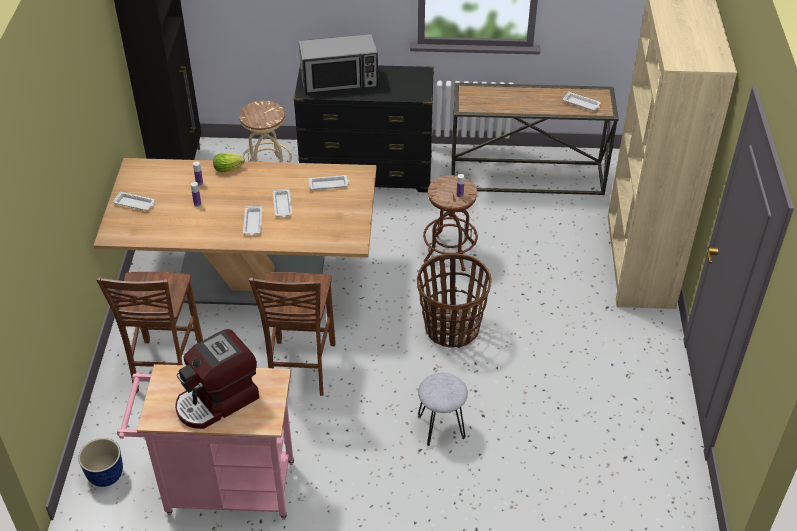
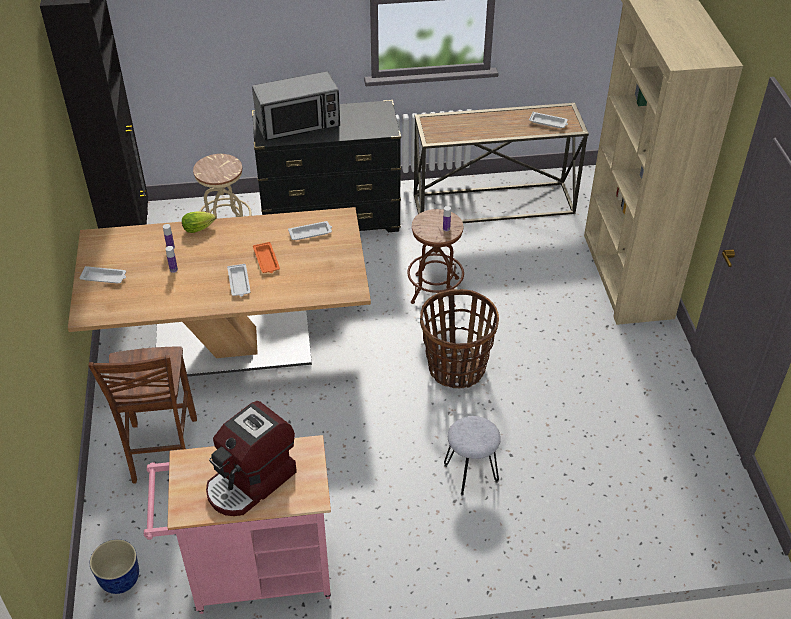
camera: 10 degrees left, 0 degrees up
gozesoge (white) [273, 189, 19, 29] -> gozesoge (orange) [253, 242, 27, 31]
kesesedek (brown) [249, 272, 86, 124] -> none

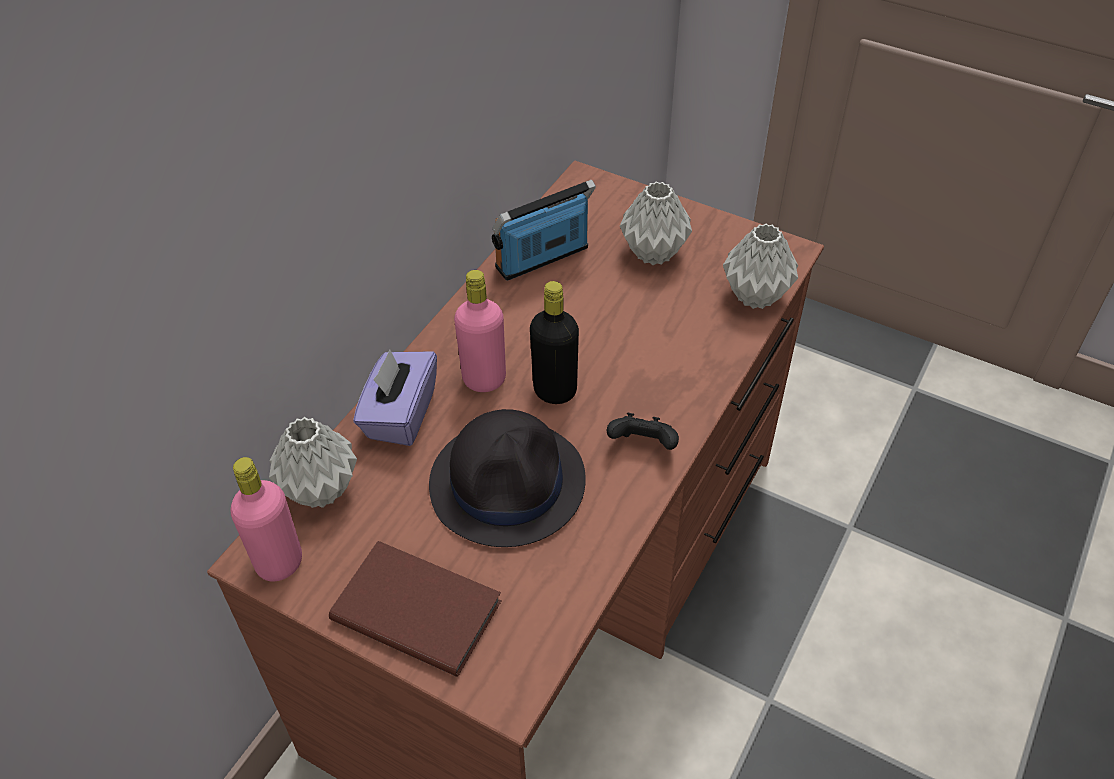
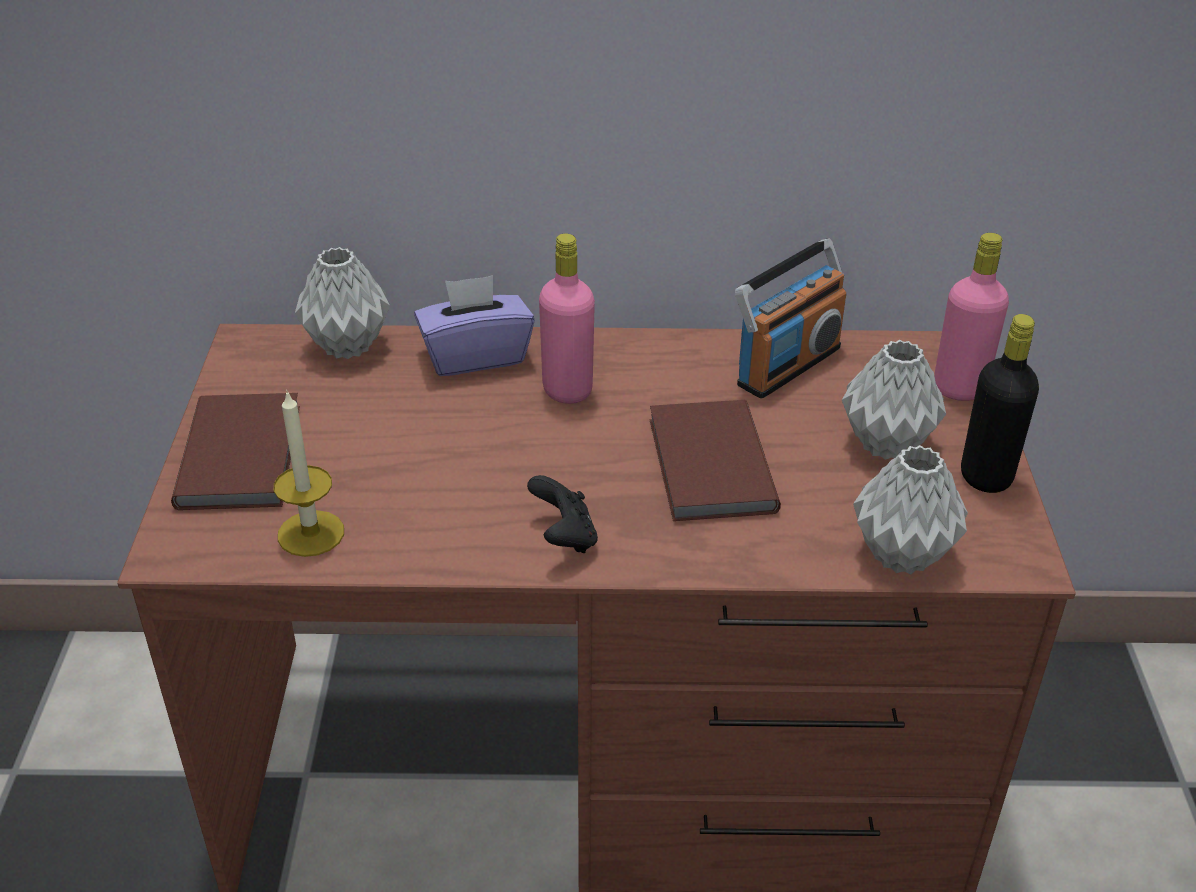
camera: 60 degrees right, 10 degrees down
none -> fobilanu [274, 390, 70, 167]
none -> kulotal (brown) [649, 400, 132, 121]
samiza [492, 180, 104, 101] -> samiza [735, 238, 111, 161], 105 degrees clockwise
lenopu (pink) [231, 457, 71, 125] -> lenopu (pink) [934, 233, 75, 168], moved
lenopu (black) [530, 281, 49, 123] -> lenopu (black) [961, 314, 78, 179], moved
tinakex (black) [429, 409, 157, 138] -> none

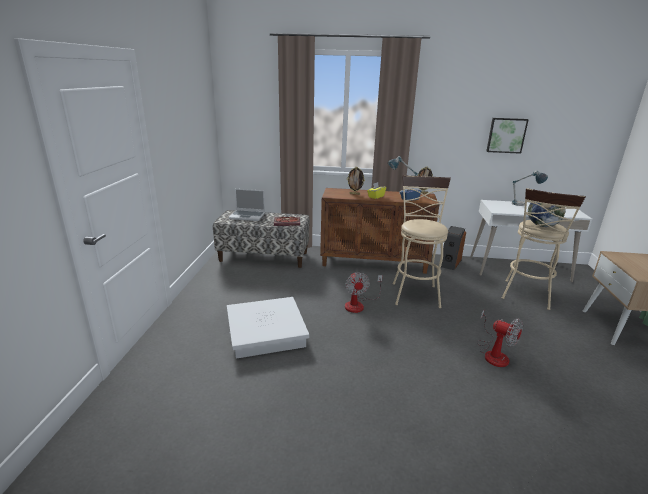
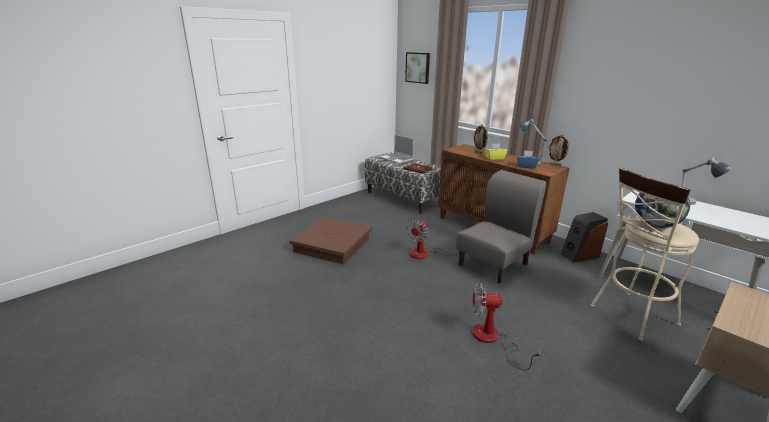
camera: 40 degrees right, 0 degrees up
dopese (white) [227, 297, 82, 62] -> dopese (brown) [290, 217, 82, 47]
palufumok [487, 118, 42, 36] -> palufumok [405, 52, 25, 32], moved
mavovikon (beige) [393, 175, 58, 133] -> kesesedek (grey) [456, 170, 90, 114]
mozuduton [477, 310, 46, 57] -> mozuduton [473, 283, 68, 87], 105 degrees clockwise

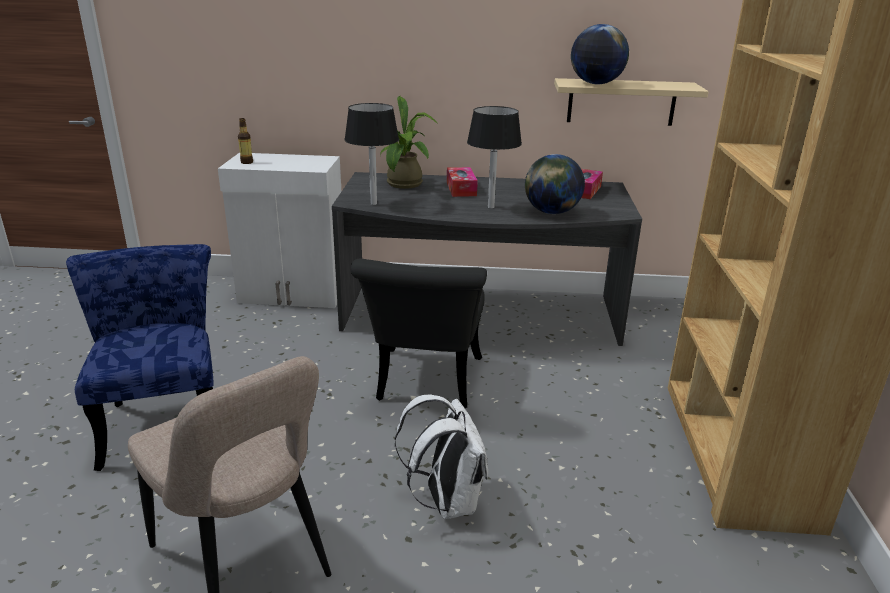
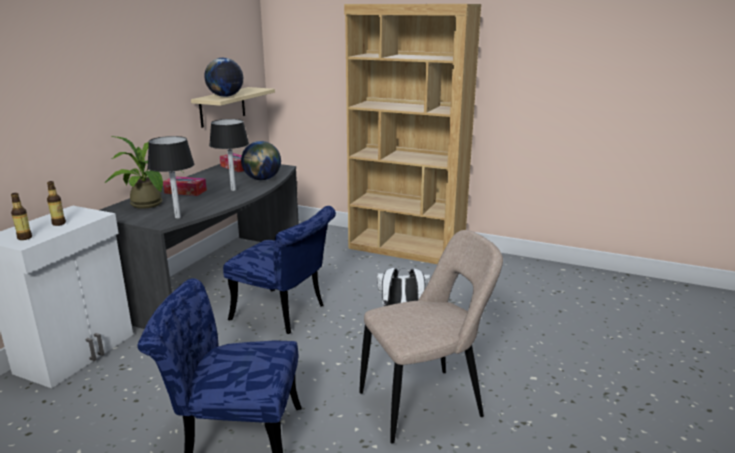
camera: 70 degrees left, 5 degrees down
none -> lenopu [47, 181, 19, 45]
kesesedek (black) [351, 259, 136, 149] -> kesesedek (blue) [223, 206, 113, 128]

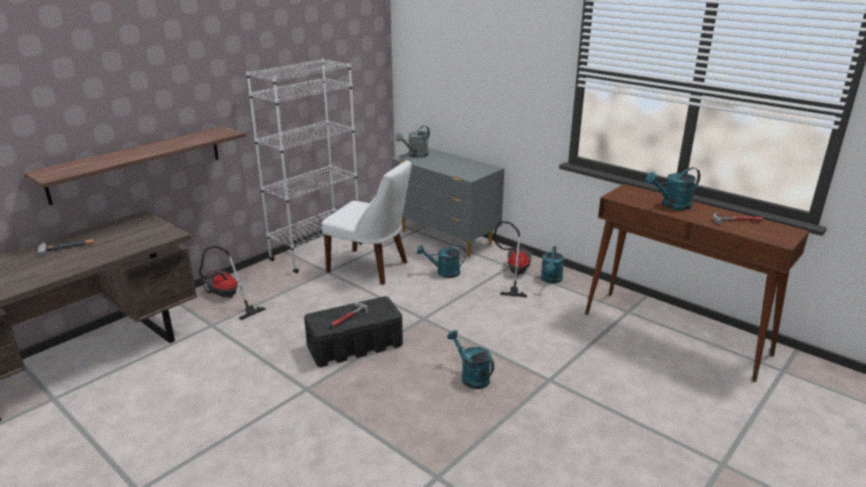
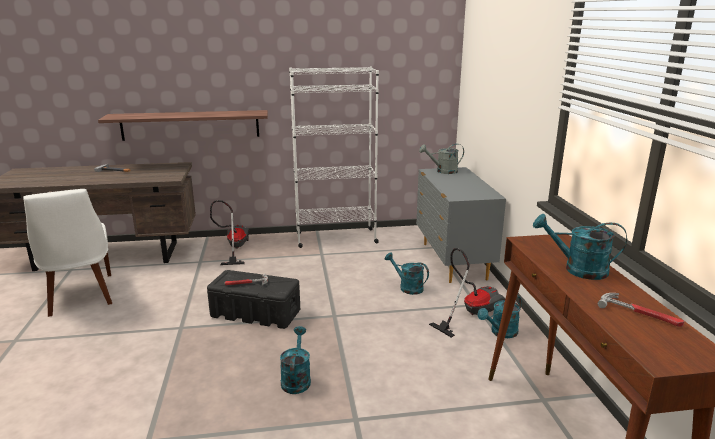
camera: 40 degrees right, 5 degrees down
kesesedek (white) [322, 160, 89, 125] -> kesesedek (white) [23, 189, 89, 128], moved

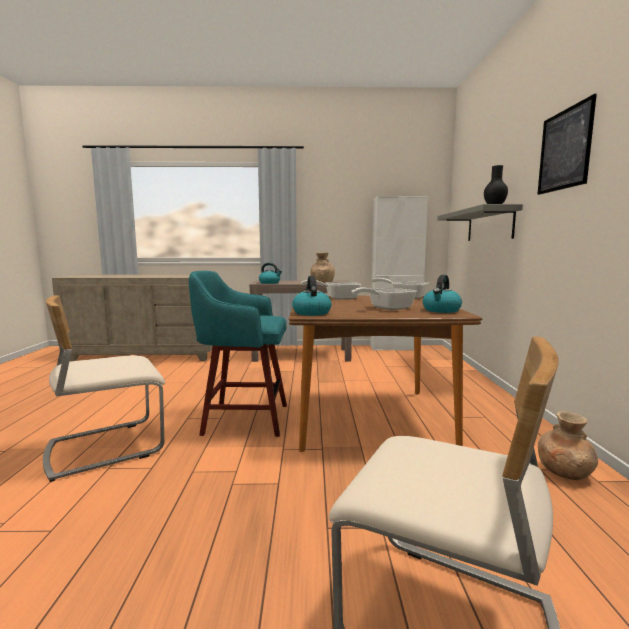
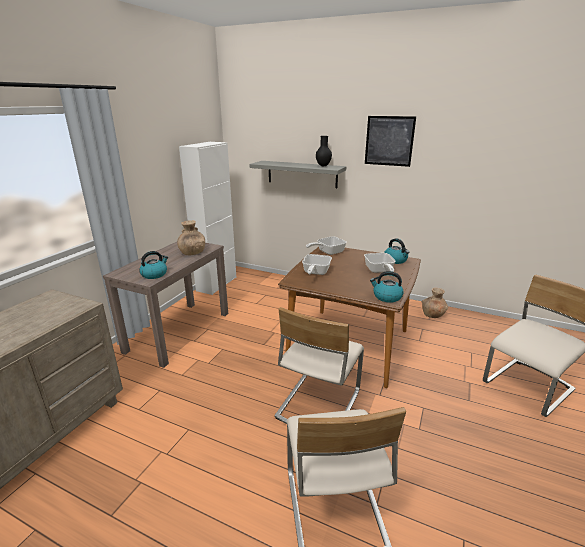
camera: 65 degrees left, 15 degrees up
mavovikon (turquoise) [189, 271, 98, 166] -> kesesedek (beige) [274, 307, 90, 117]

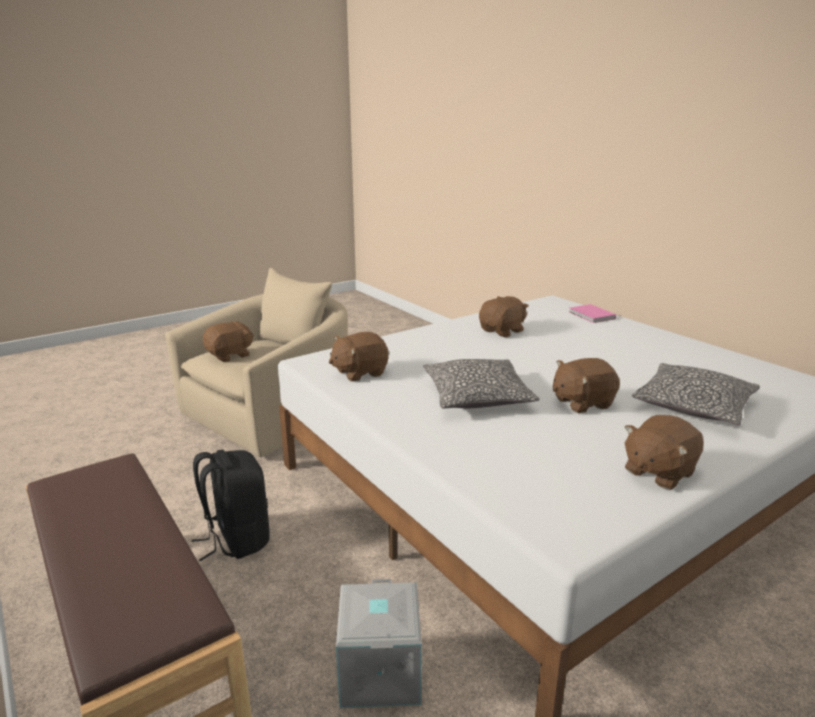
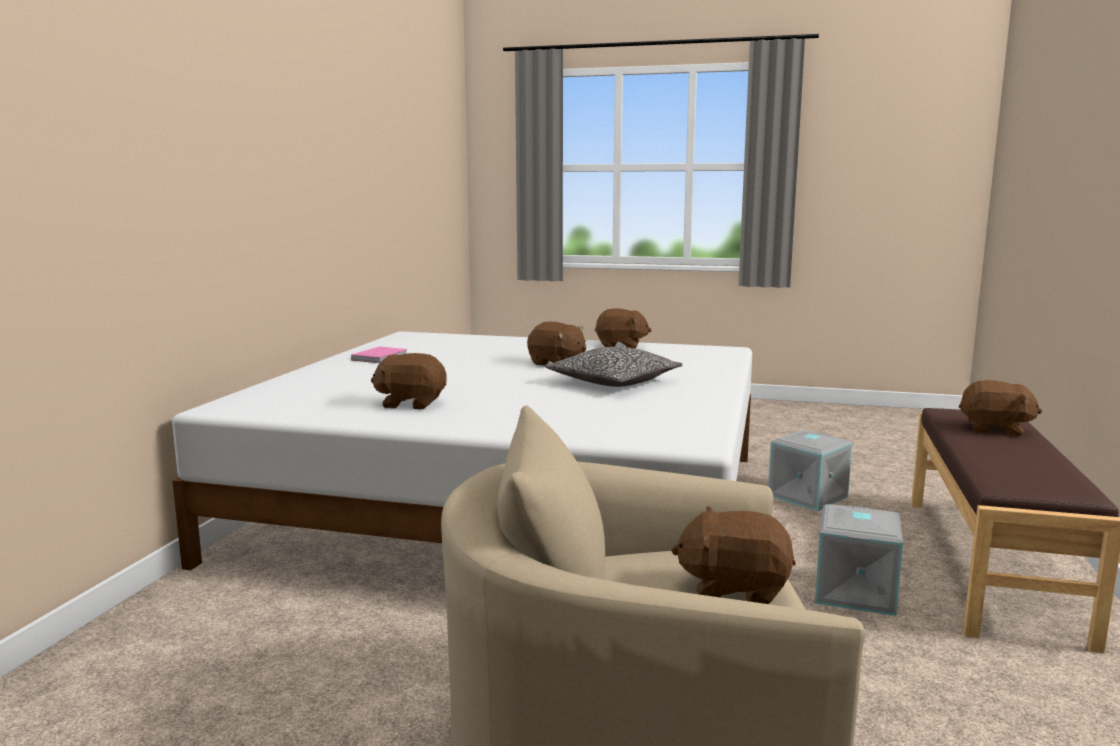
camera: 130 degrees left, 10 degrees down
kulotal (pink) [569, 304, 47, 19] -> kulotal (pink) [351, 346, 57, 17], moved
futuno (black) [192, 449, 78, 112] -> dopese (grey) [815, 504, 88, 112]
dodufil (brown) [329, 332, 60, 50] -> dodufil (brown) [959, 380, 83, 56], moved
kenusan [632, 363, 128, 62] -> none

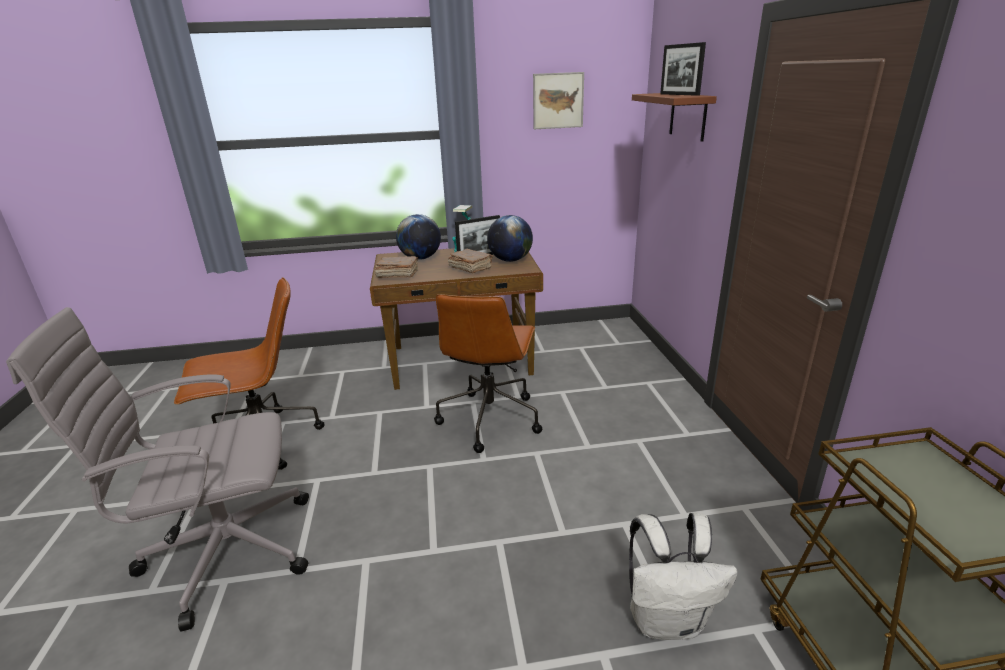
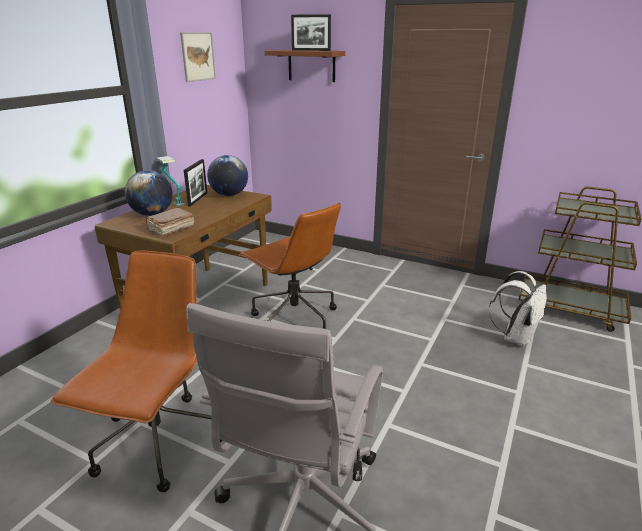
camera: 55 degrees left, 0 degrees up
kulotal (brown) [448, 249, 45, 24] -> none

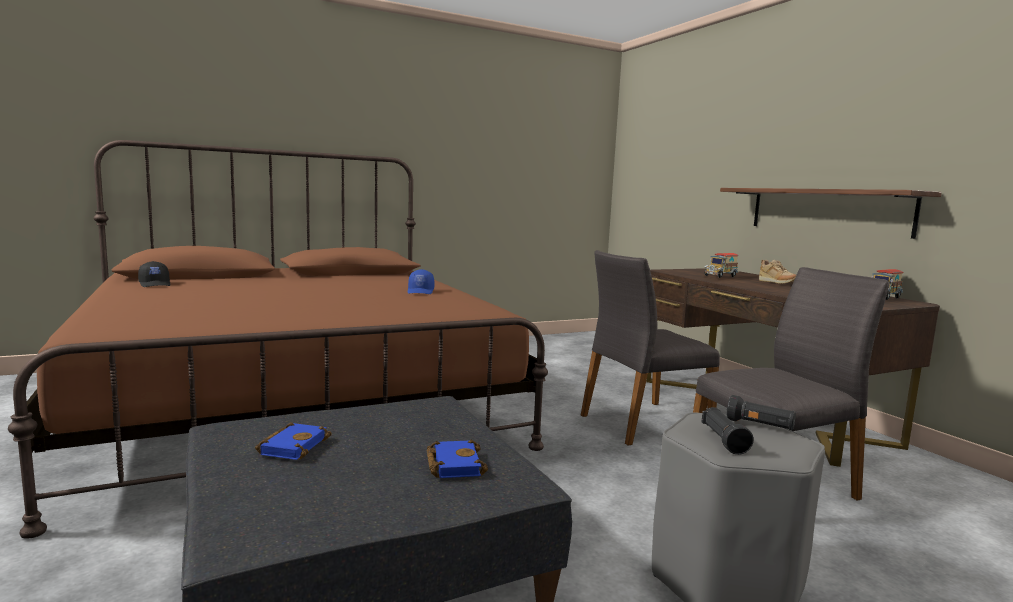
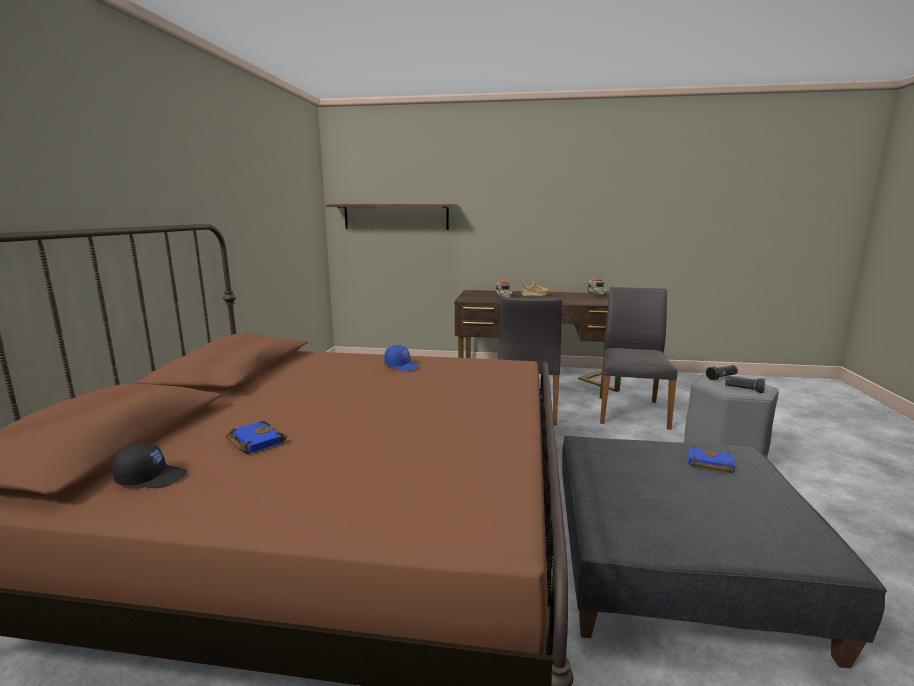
camera: 55 degrees left, 5 degrees up
kulotal (blue) [255, 422, 77, 38] -> kulotal (blue) [225, 420, 62, 34], moved
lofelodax [720, 188, 222, 51] -> lofelodax [326, 204, 132, 26], moved

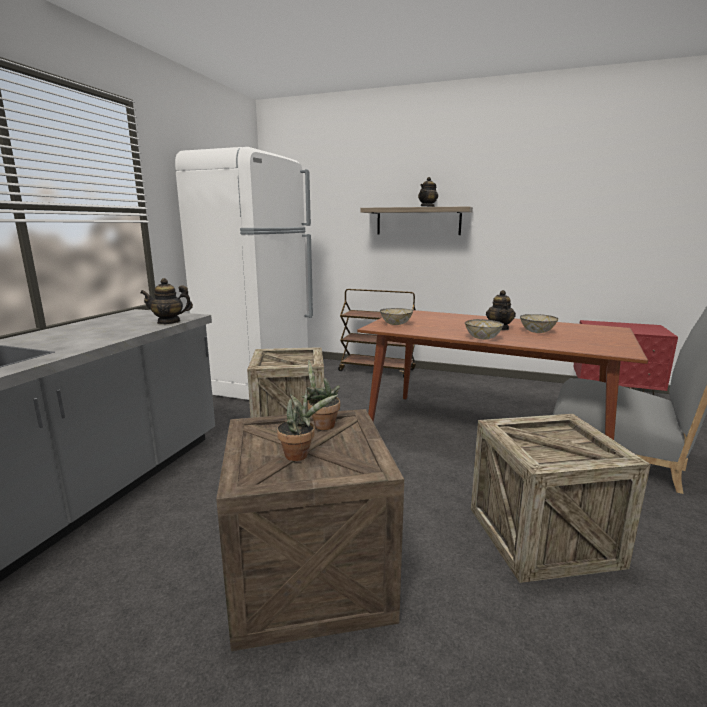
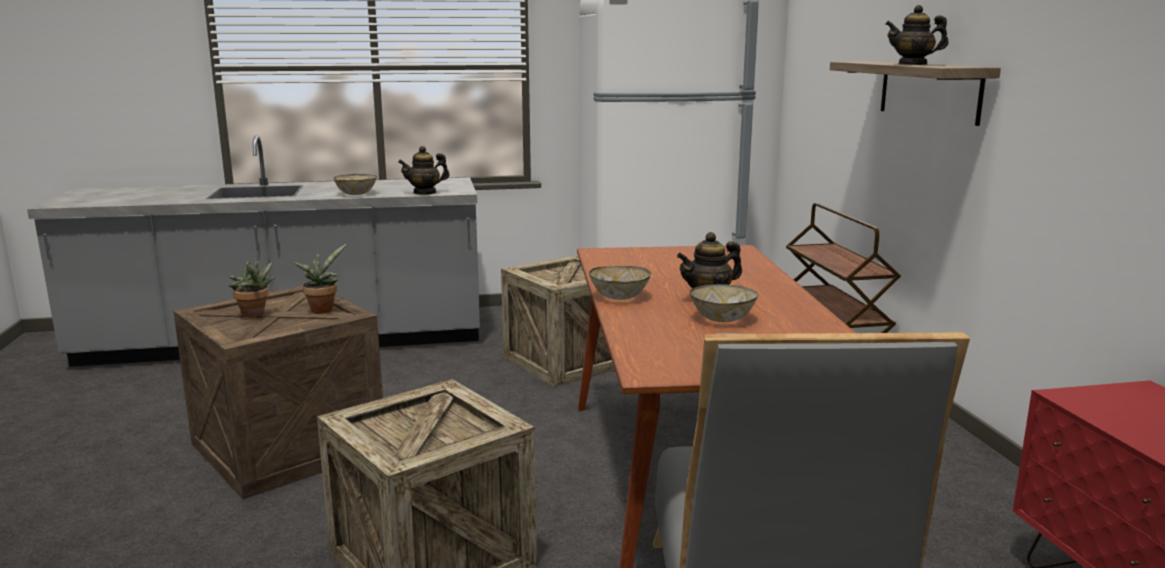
camera: 60 degrees right, 0 degrees up
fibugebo [380, 308, 33, 17] -> fibugebo [334, 174, 43, 21], moved
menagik [140, 278, 53, 46] -> menagik [398, 146, 51, 49], 75 degrees counterclockwise

